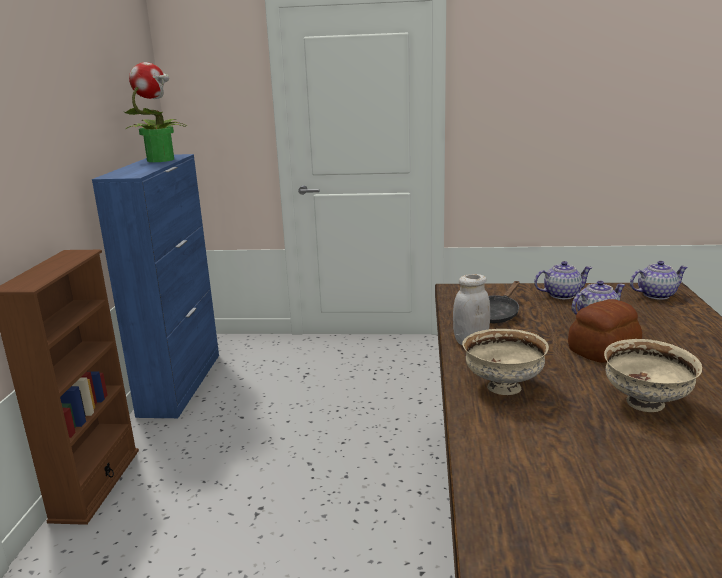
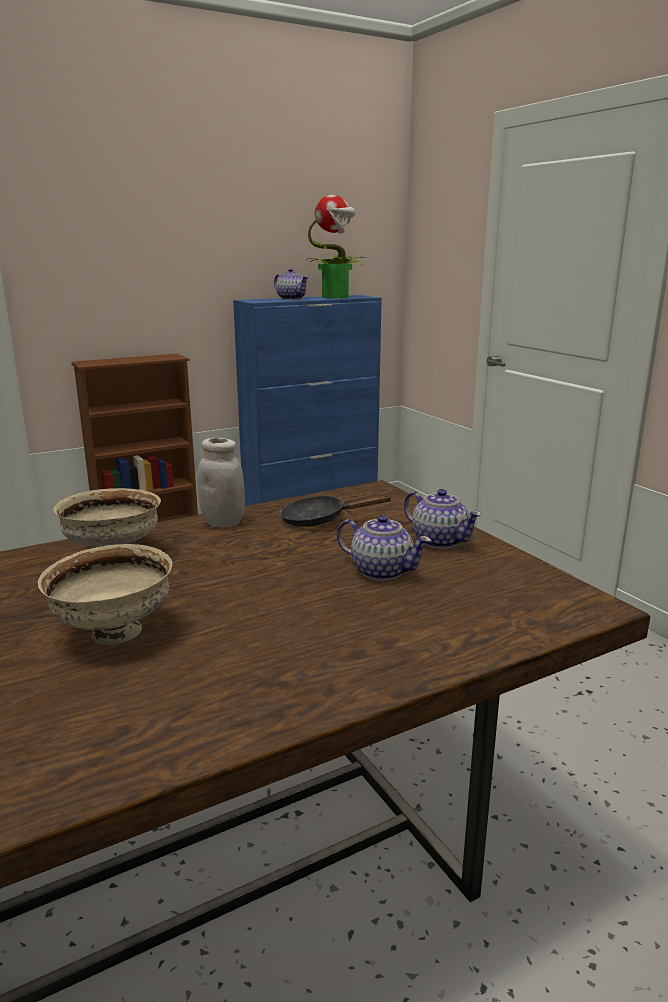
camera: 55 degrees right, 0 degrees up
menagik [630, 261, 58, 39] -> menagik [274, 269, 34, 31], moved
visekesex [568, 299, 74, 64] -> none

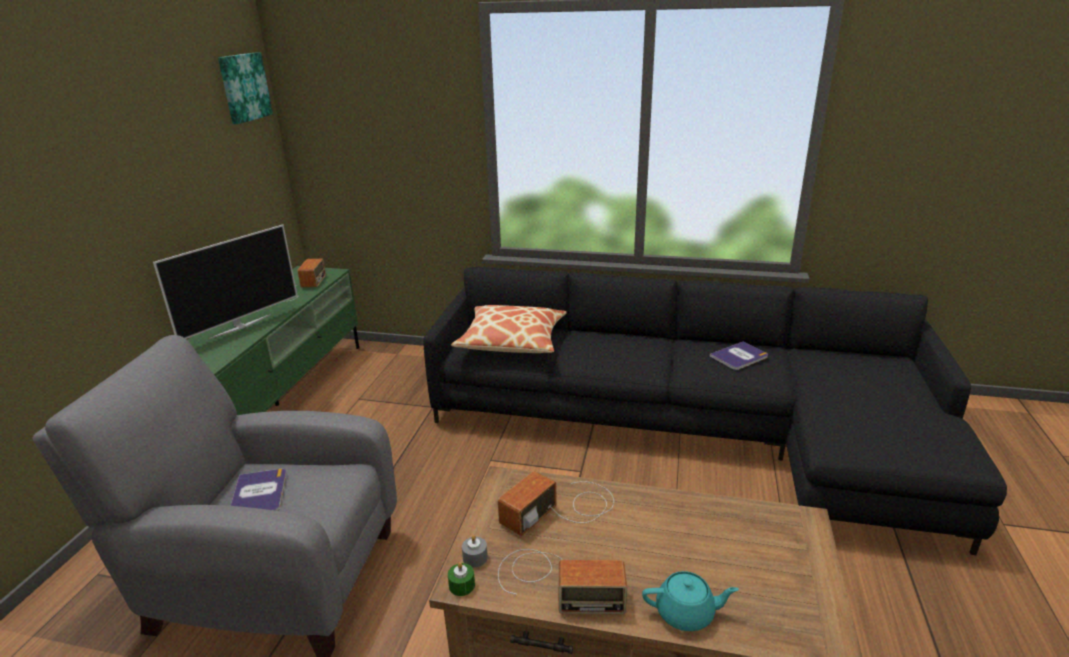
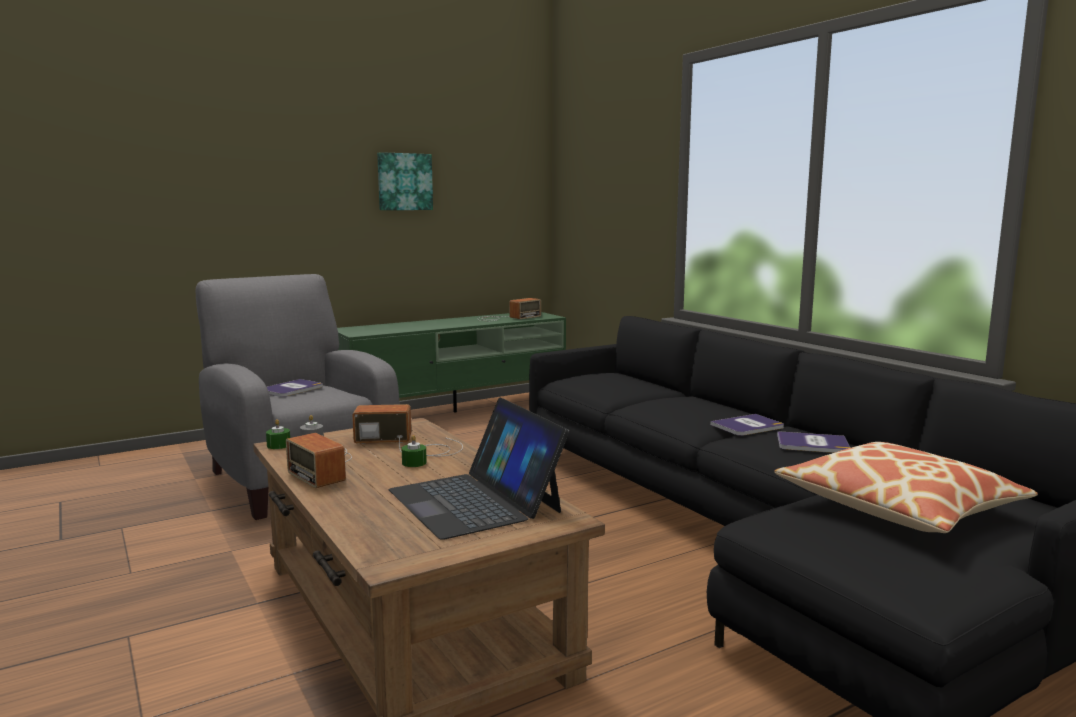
camera: 45 degrees right, 15 degrees down
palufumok [218, 52, 55, 72] -> palufumok [377, 152, 56, 58], moved
none -> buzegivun [389, 397, 180, 143]
none -> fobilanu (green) [402, 435, 25, 32]
none -> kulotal [710, 414, 74, 22]
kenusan [451, 305, 116, 48] -> kenusan [774, 442, 264, 91], moved
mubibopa [153, 224, 145, 115] -> none
menagik (turquoise) [642, 571, 97, 60] -> none

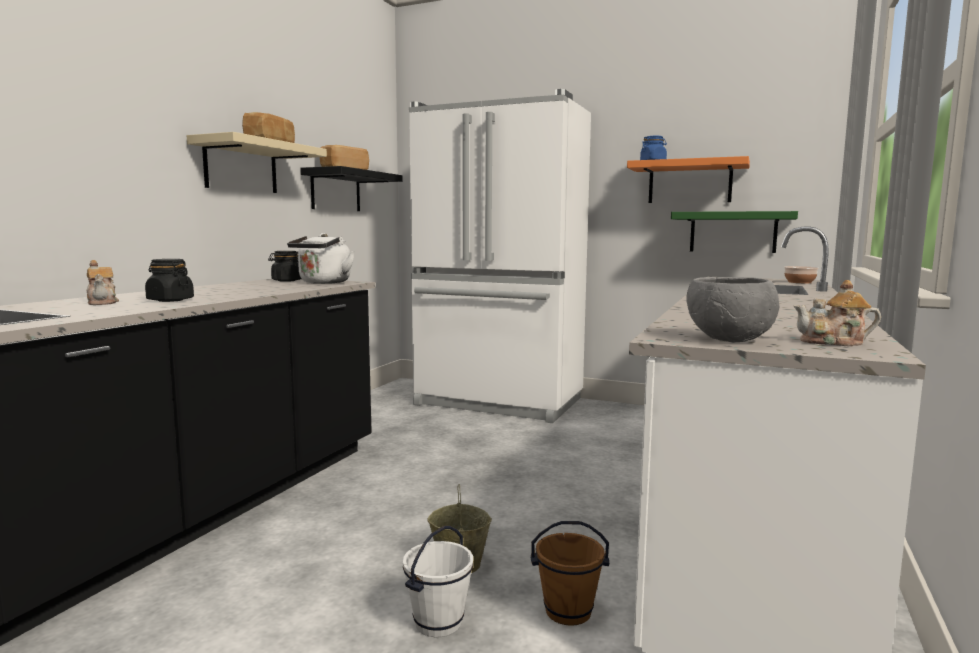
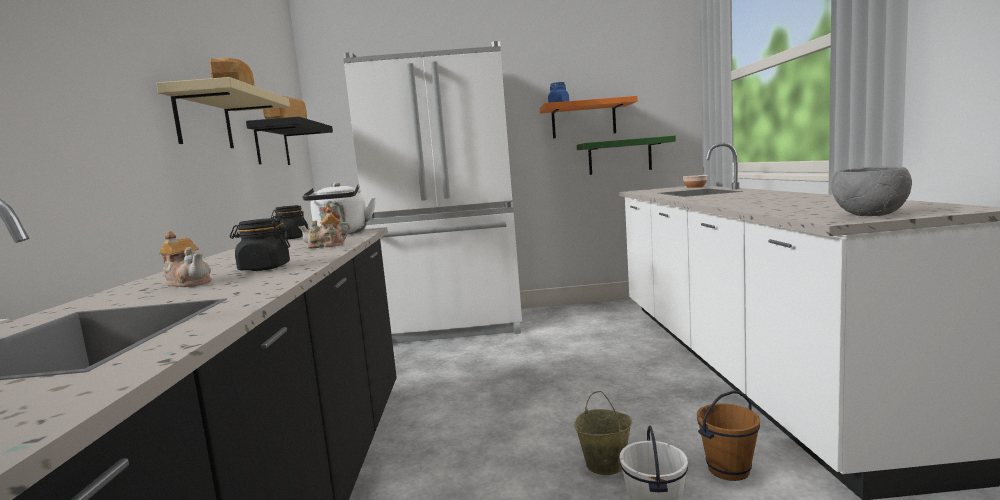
camera: 25 degrees left, 0 degrees up
menagik [794, 280, 87, 66] -> menagik [299, 207, 52, 42], moved

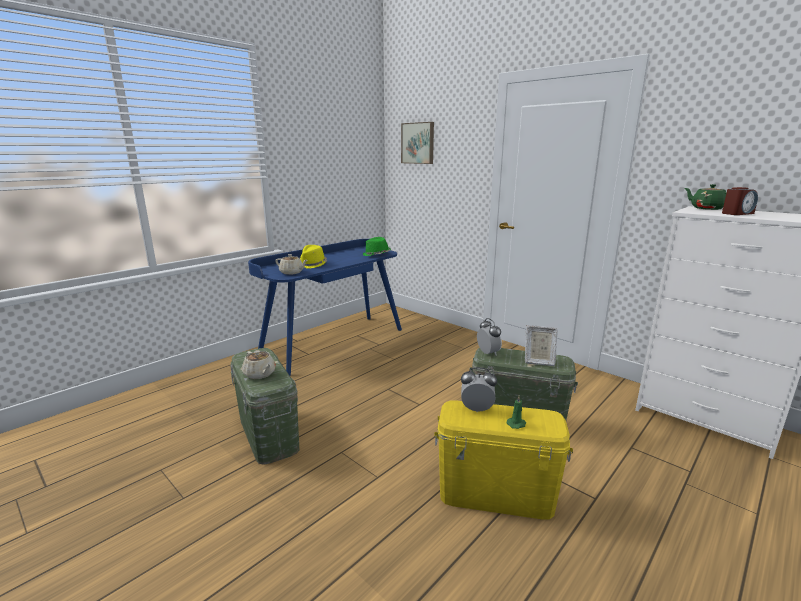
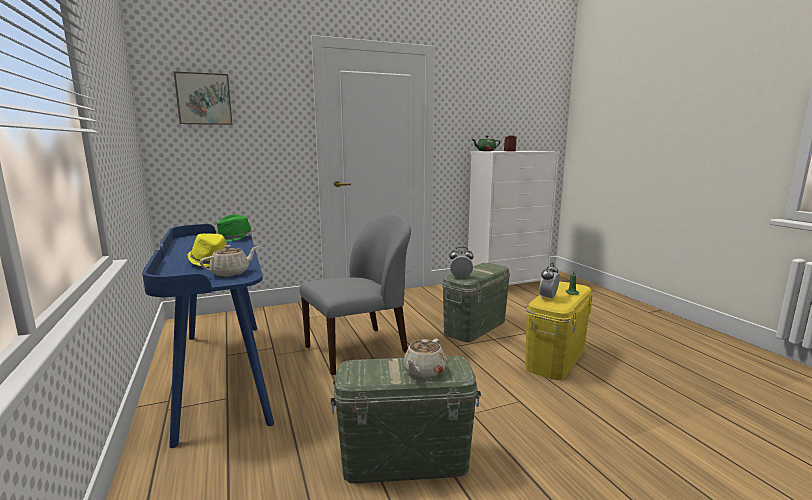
camera: 65 degrees left, 5 degrees down
none -> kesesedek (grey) [299, 214, 112, 161]
menagik (beige) [242, 350, 34, 29] -> menagik (beige) [403, 339, 43, 39], 135 degrees clockwise
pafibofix [525, 325, 33, 41] -> none

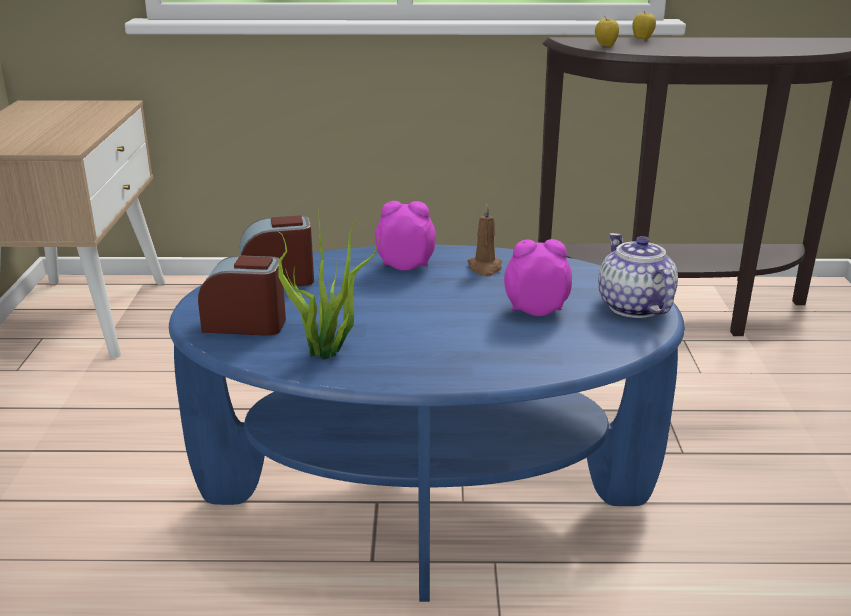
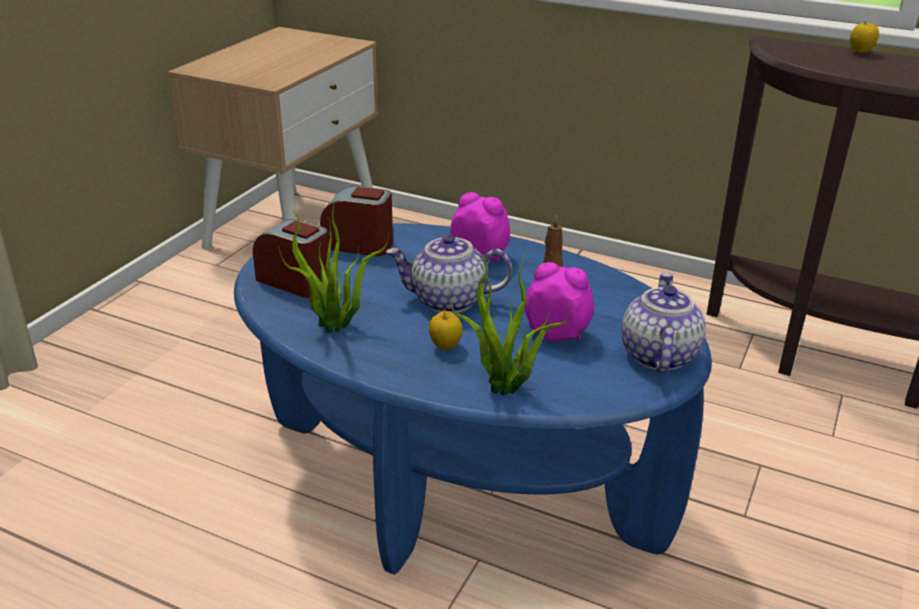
camera: 25 degrees right, 5 degrees up
none -> menagik [386, 234, 126, 80]
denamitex [595, 15, 24, 32] -> denamitex [429, 308, 34, 43], moved
none -> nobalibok [448, 250, 122, 146]

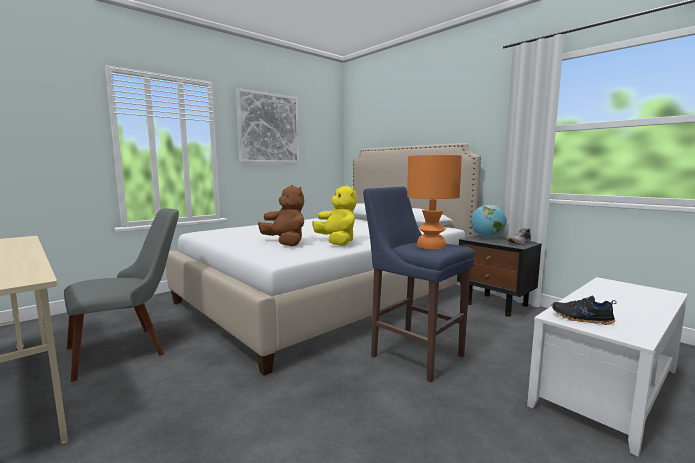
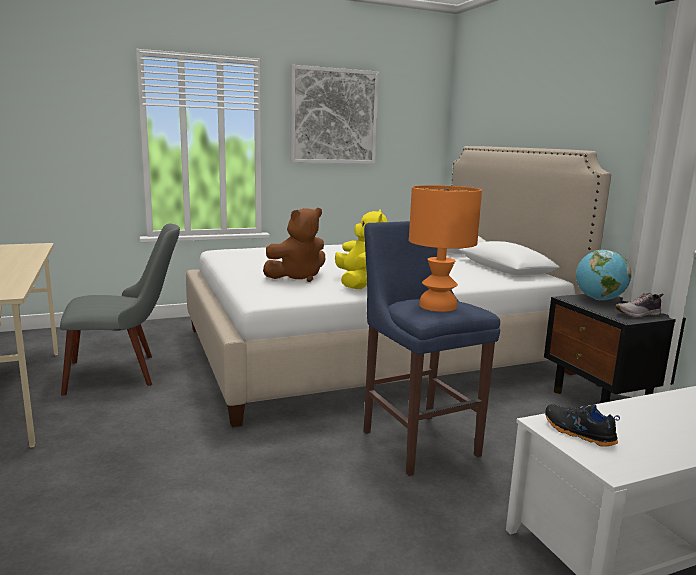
camera: 20 degrees right, 5 degrees up
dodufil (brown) [258, 185, 46, 61] -> dodufil (brown) [263, 208, 62, 74], 75 degrees clockwise

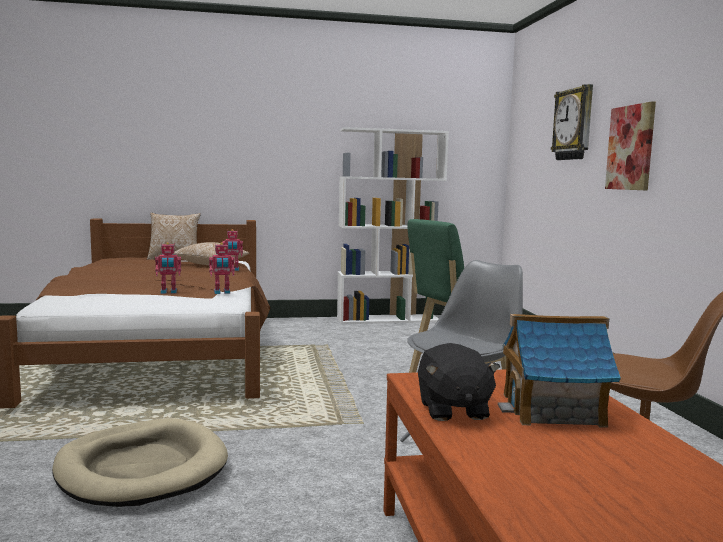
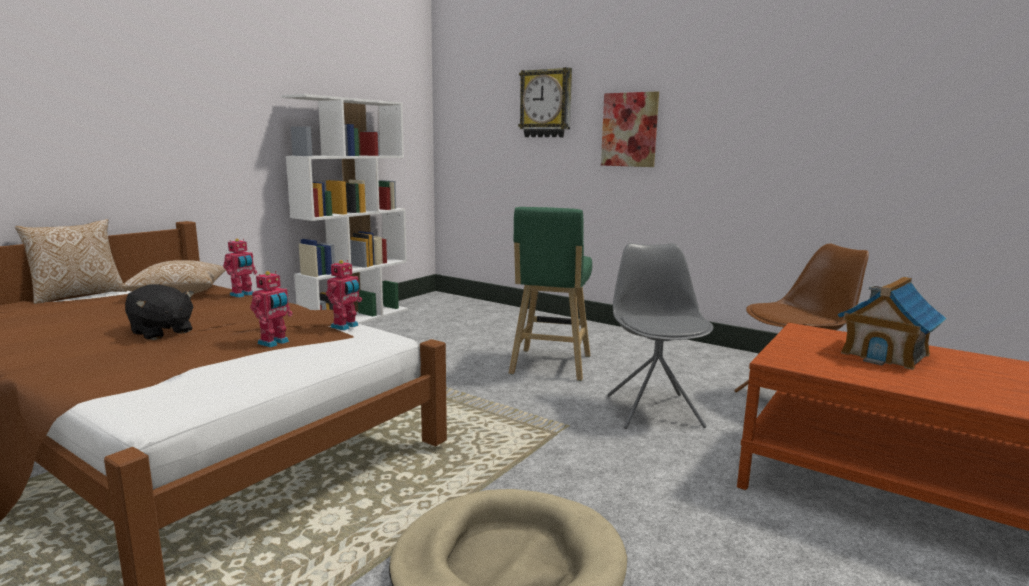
camera: 45 degrees left, 5 degrees up
dodufil (black) [418, 343, 82, 78] -> dodufil (black) [125, 285, 69, 55], moved

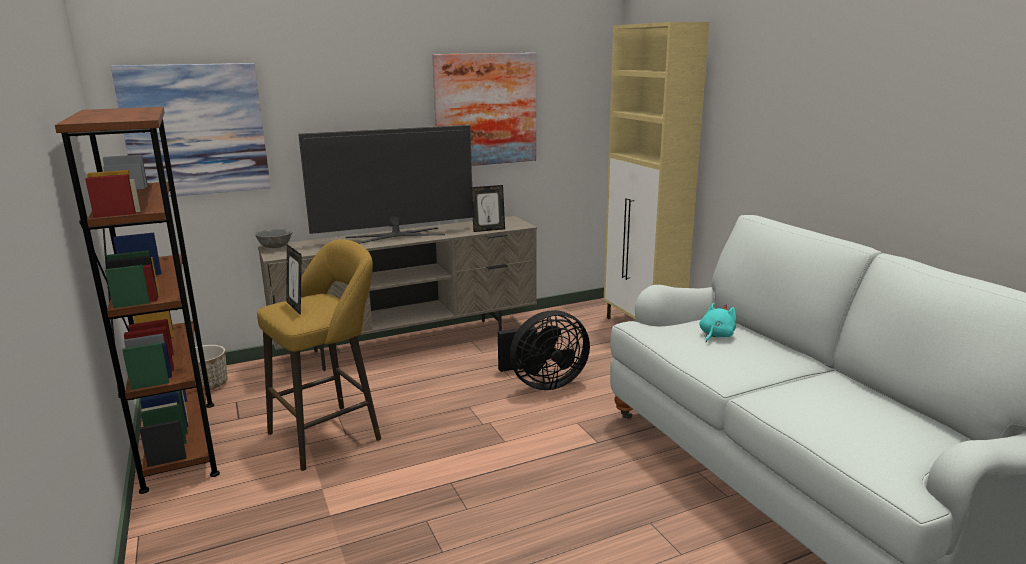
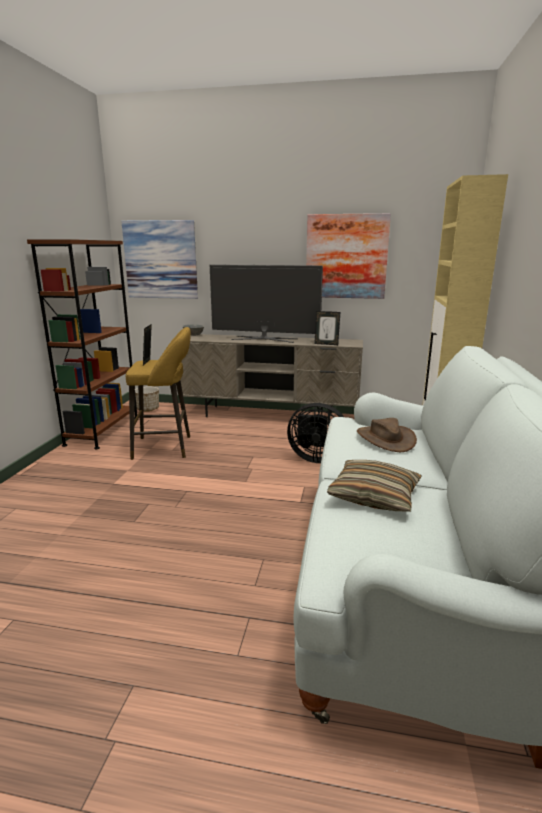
camera: 35 degrees right, 0 degrees up
none -> kenusan [327, 460, 95, 52]
dodufil (turquoise) [700, 303, 36, 39] -> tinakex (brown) [357, 418, 60, 34]

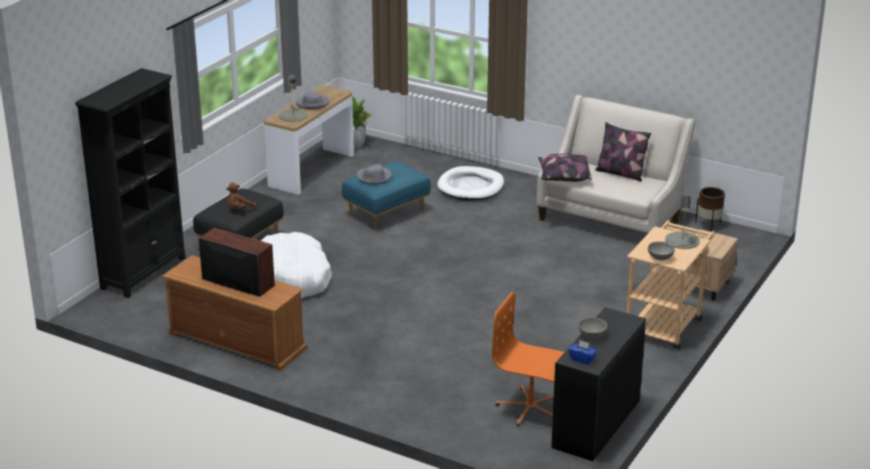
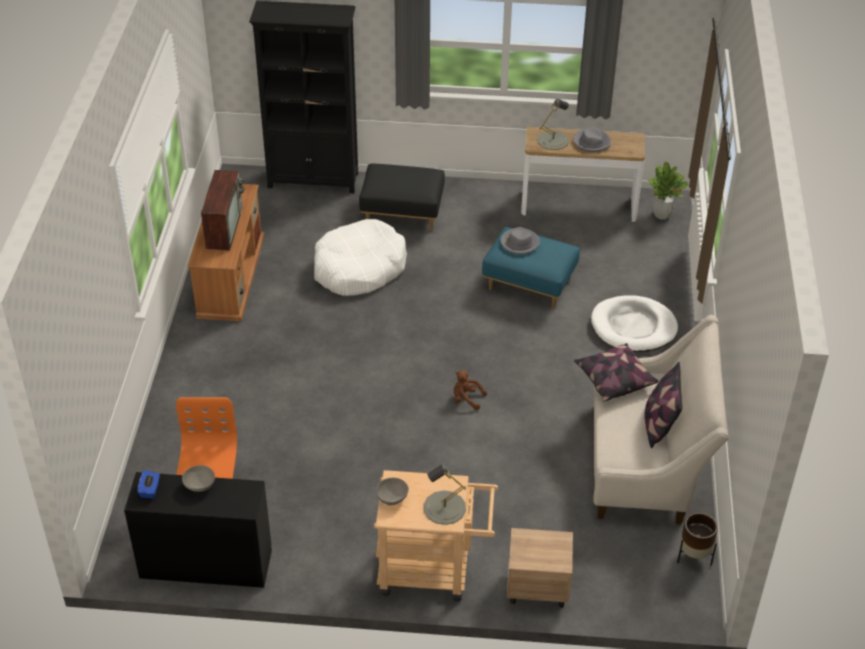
camera: 65 degrees right, 15 degrees up
dodufil (brown) [226, 183, 31, 27] -> dodufil (brown) [454, 370, 33, 40], moved

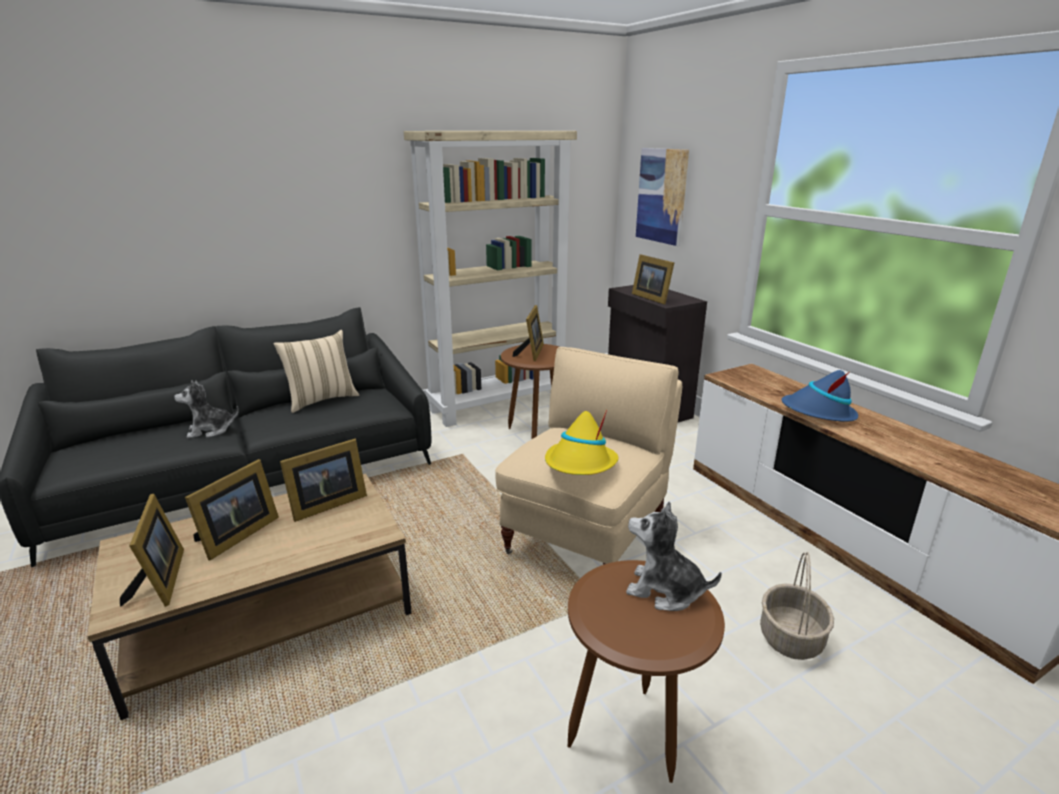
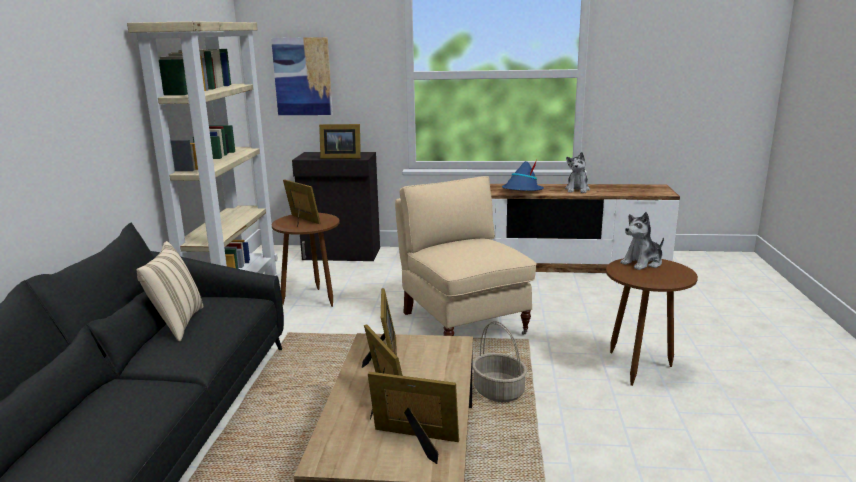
camera: 55 degrees left, 5 degrees down
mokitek [760, 552, 74, 108] -> mokitek [472, 321, 55, 81], moved
dodufil [174, 380, 65, 58] -> dodufil [565, 152, 25, 41], moved
tinakex (yellow) [545, 410, 73, 65] -> none

